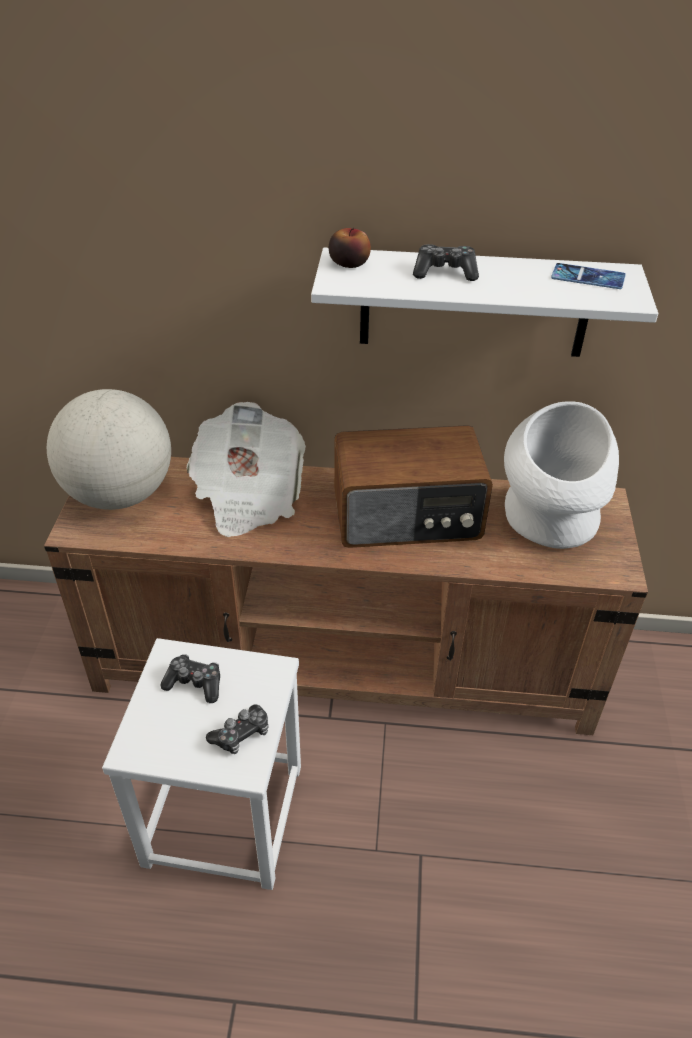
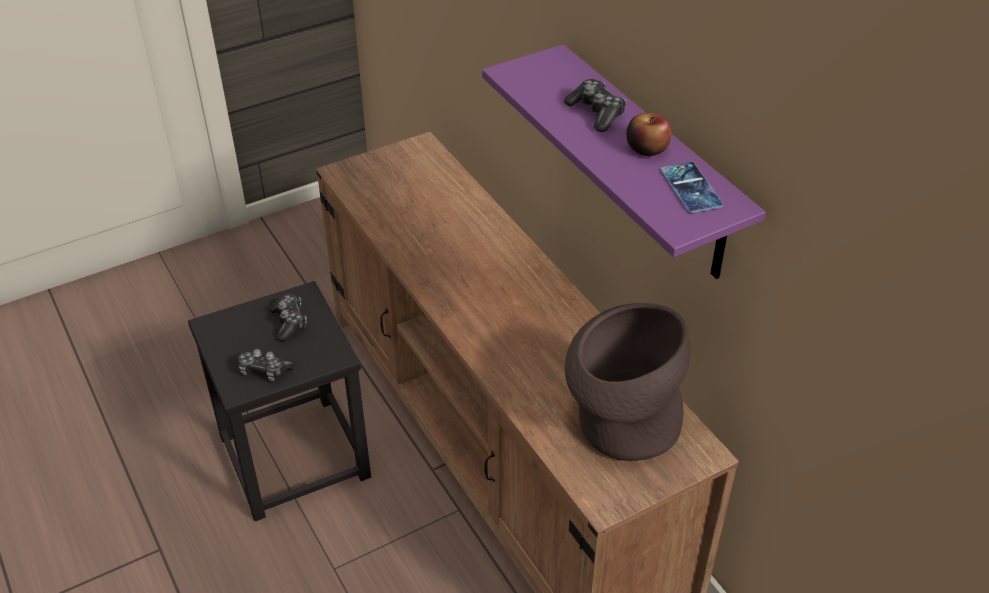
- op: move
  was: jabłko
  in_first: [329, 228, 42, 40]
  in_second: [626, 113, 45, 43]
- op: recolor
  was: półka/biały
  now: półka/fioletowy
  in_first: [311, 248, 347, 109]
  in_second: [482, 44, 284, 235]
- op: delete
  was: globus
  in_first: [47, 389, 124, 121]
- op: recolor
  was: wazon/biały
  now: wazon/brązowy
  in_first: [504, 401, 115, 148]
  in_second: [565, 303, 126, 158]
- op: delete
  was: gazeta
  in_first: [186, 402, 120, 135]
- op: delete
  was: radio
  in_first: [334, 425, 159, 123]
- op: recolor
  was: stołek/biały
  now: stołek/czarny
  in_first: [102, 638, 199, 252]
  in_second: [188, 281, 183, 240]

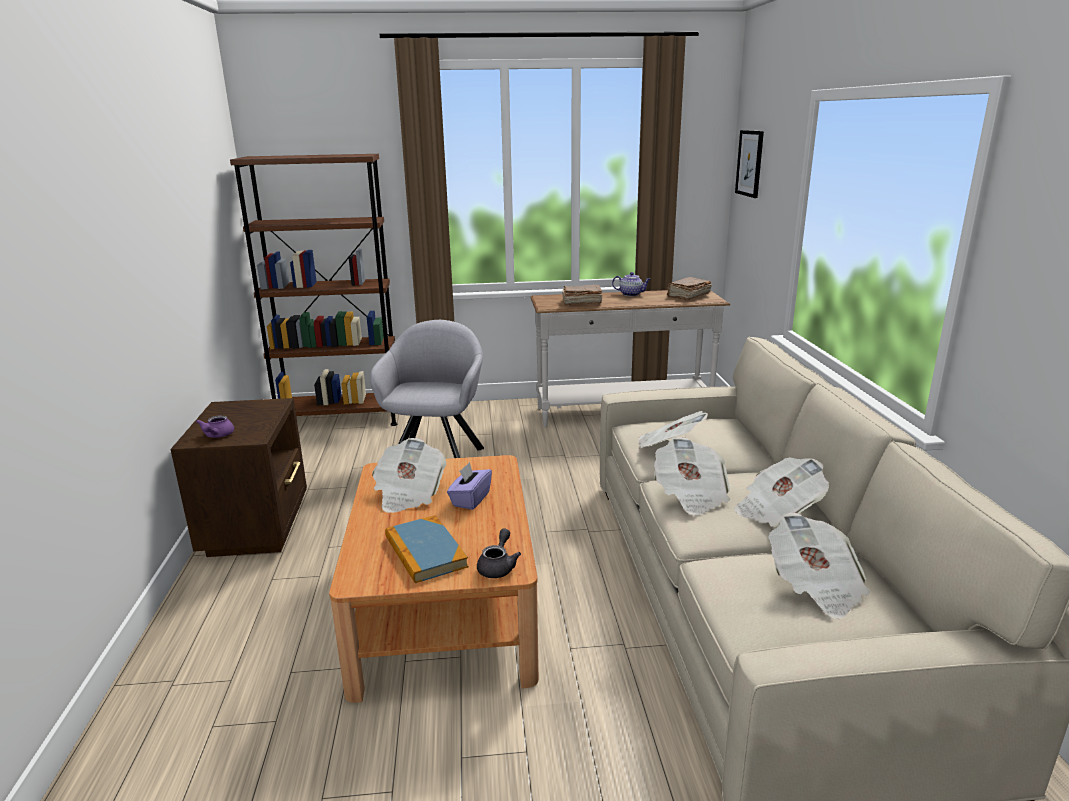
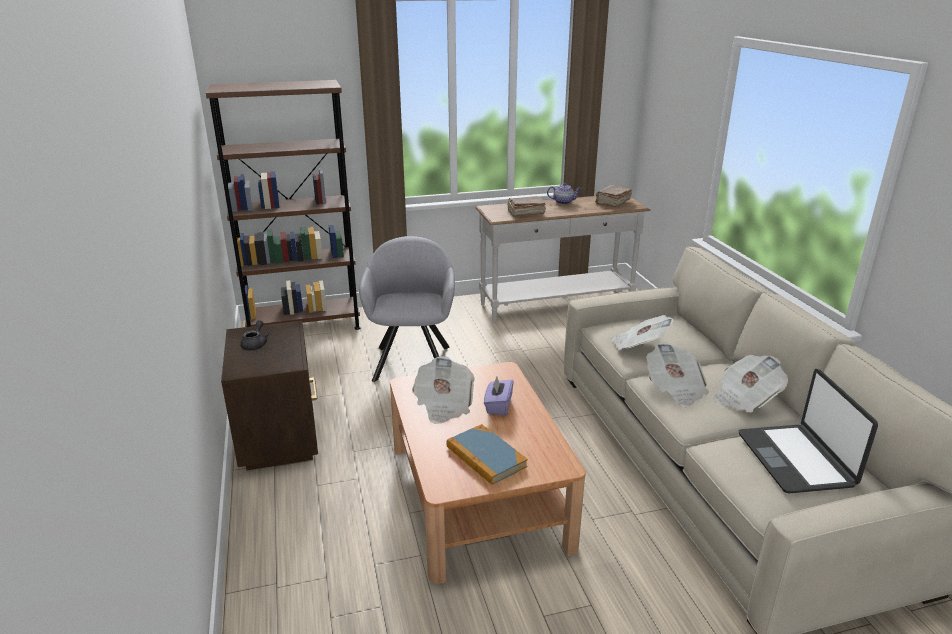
- op: delete
  was: obraz
  in_first: [735, 130, 29, 68]
- op: delete
  was: imbryk/fioletowy
  in_first: [196, 415, 38, 23]
- op: replace
  was: gazeta
  now: laptop
  in_first: [769, 512, 102, 108]
  in_second: [738, 369, 140, 124]
- op: move
  was: imbryk/szary
  in_first: [477, 529, 44, 49]
  in_second: [240, 320, 29, 31]

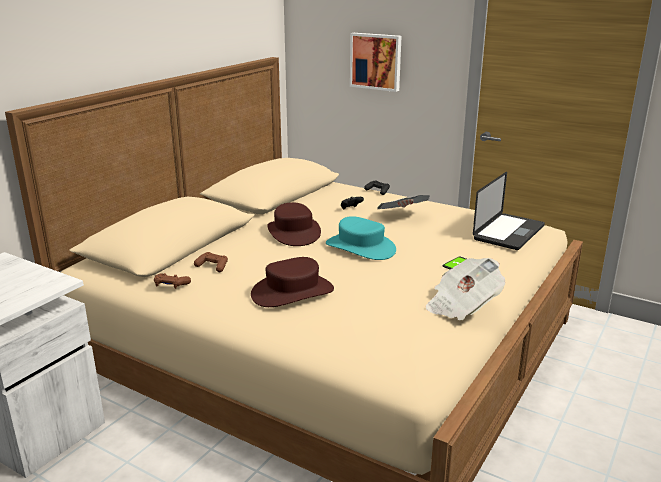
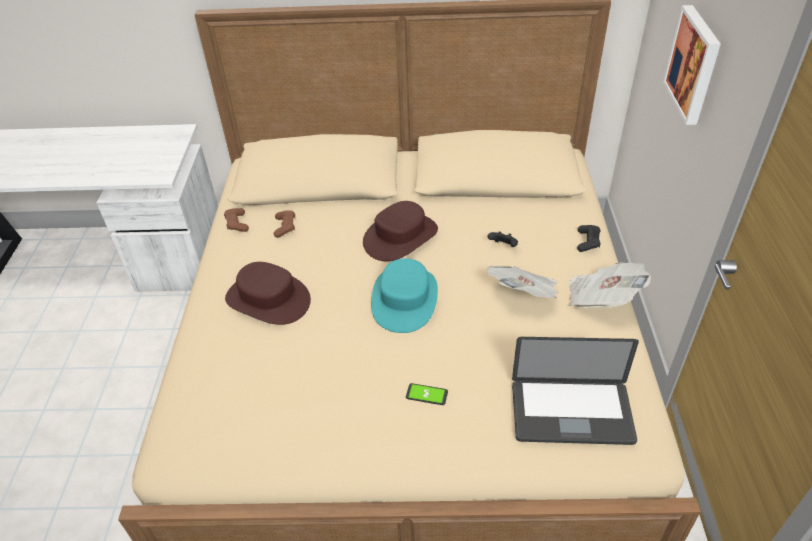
- op: move
  was: gazeta
  in_first: [425, 258, 80, 62]
  in_second: [569, 262, 82, 46]

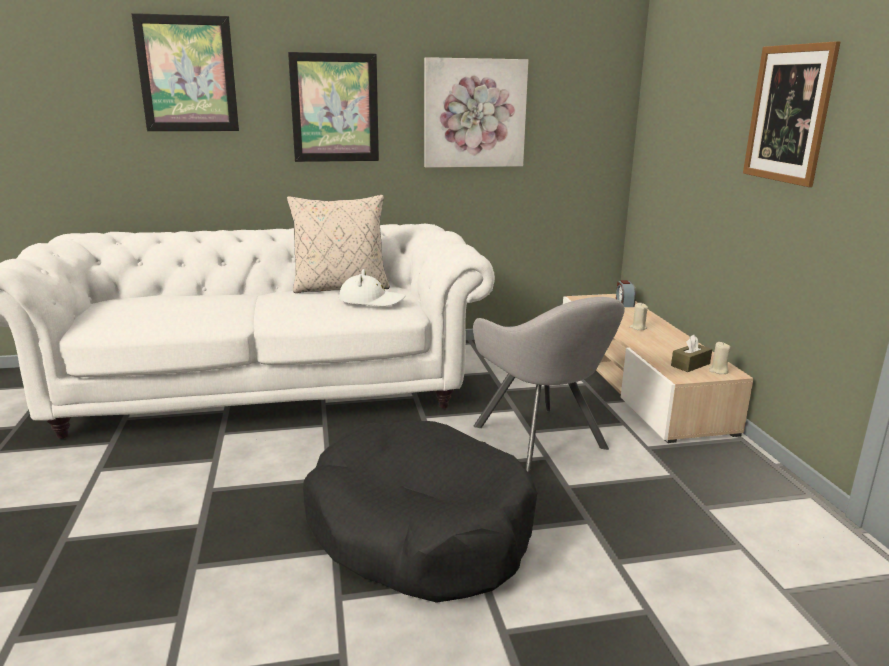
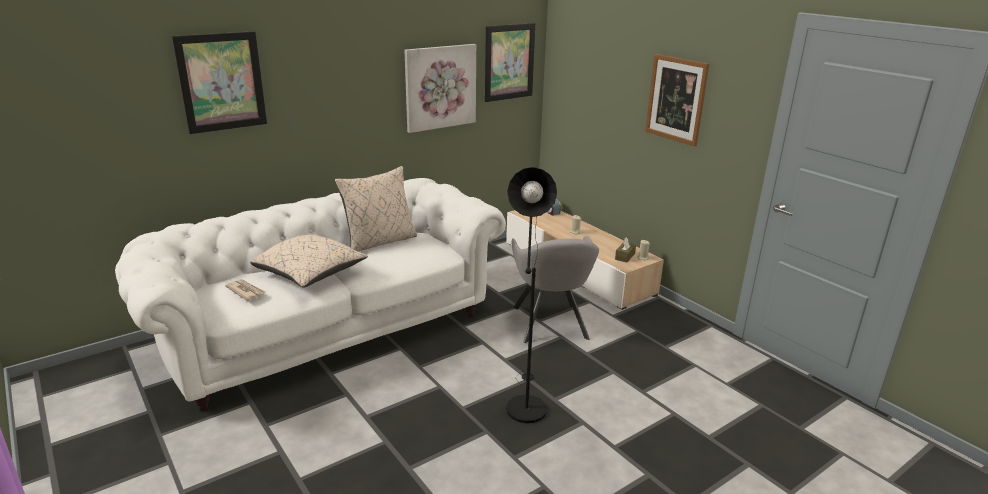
- op: move
  was: obraz
  in_first: [288, 52, 91, 110]
  in_second: [485, 23, 50, 79]
- op: delete
  was: kapelusz/biały
  in_first: [339, 269, 67, 37]
- op: rotate
  was: fotel/szary
  in_first: [473, 297, 152, 175]
  in_second: [512, 236, 87, 107]
  clockwise: 45
- op: replace
  was: legowisko/czarny
  now: lampa stojąca/czarny
  in_first: [303, 420, 234, 183]
  in_second: [506, 167, 51, 256]
- op: insert
  now: poduszka/beżowy
  in_second: [250, 234, 118, 54]
- op: insert
  now: gazeta
  in_second: [225, 279, 41, 22]

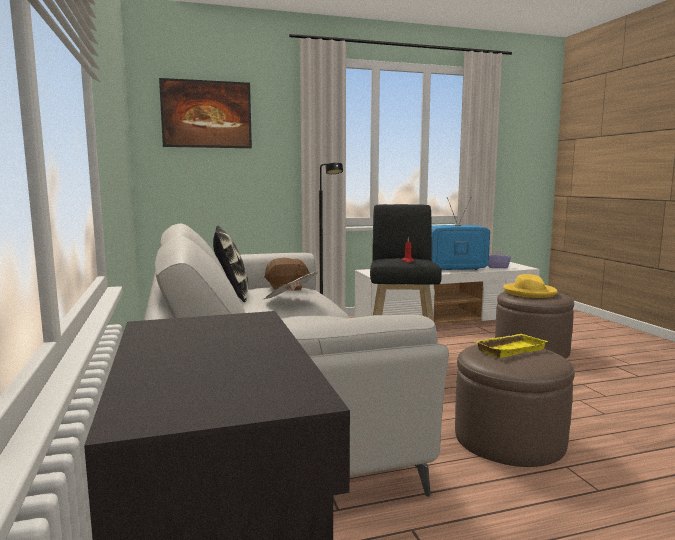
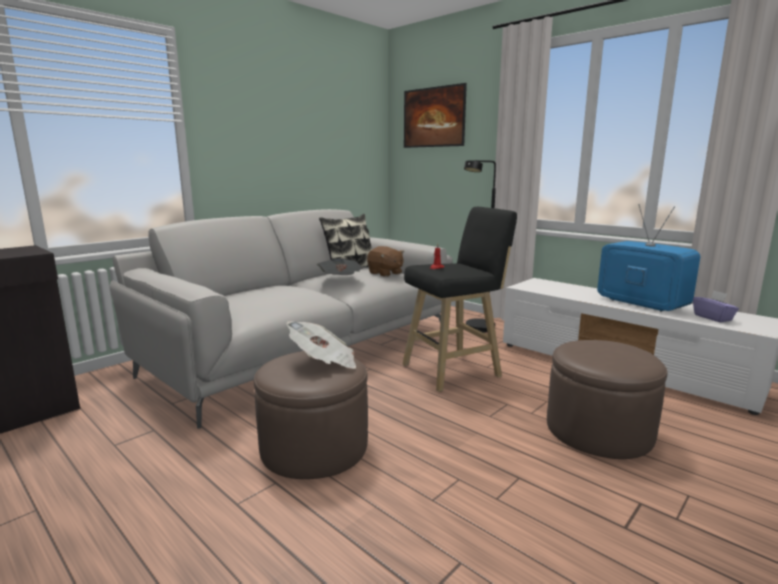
- op: delete
  was: kapelusz/żółty
  in_first: [503, 274, 54, 24]
- op: replace
  was: taca/żółty
  now: gazeta
  in_first: [475, 334, 73, 24]
  in_second: [286, 321, 70, 48]

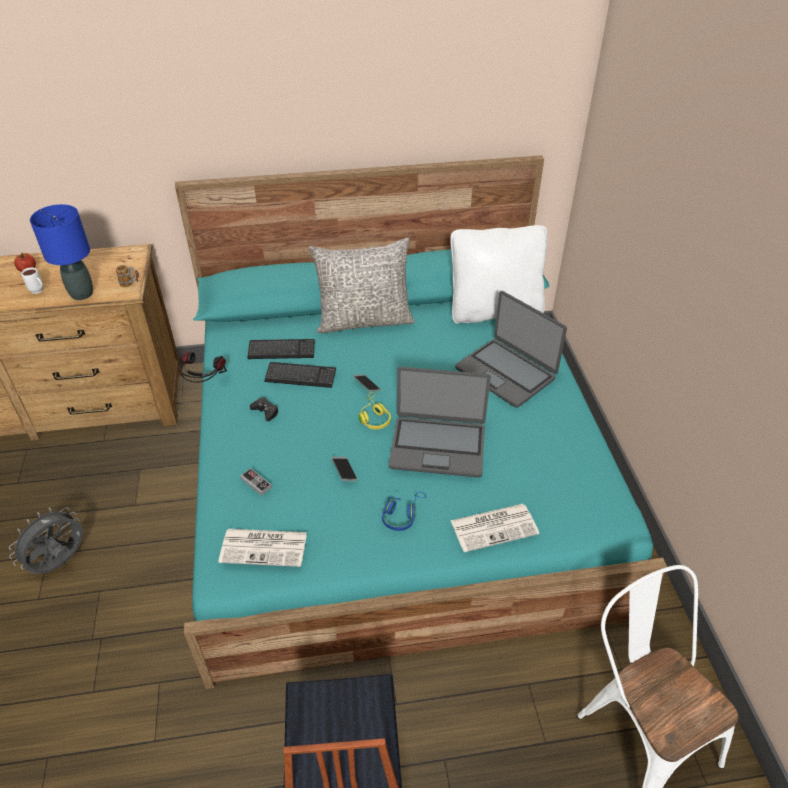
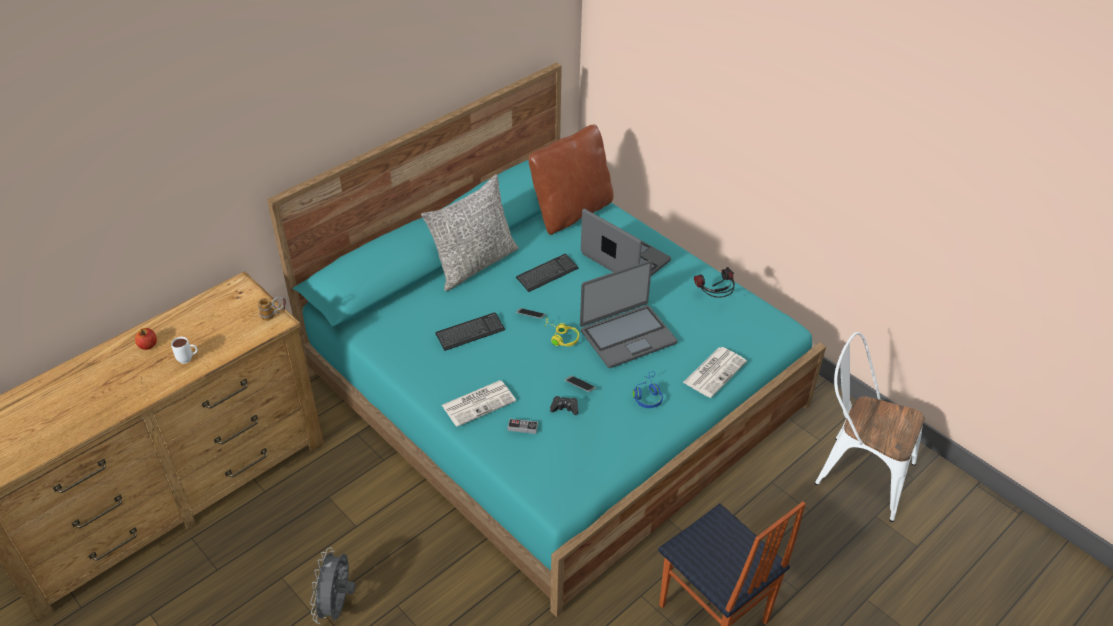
- op: delete
  was: lampa stołowa/niebieski
  in_first: [30, 204, 63, 96]
- op: recolor
  was: poduszka/biały
  now: poduszka/brązowy
  in_first: [450, 225, 97, 99]
  in_second: [529, 124, 84, 111]
- op: rotate
  was: laptop
  in_first: [455, 291, 112, 117]
  in_second: [581, 209, 90, 67]
  clockwise: -150
- op: move
  was: klawiatura
  in_first: [247, 339, 68, 20]
  in_second: [516, 254, 63, 38]
- op: move
  was: słuchawki
  in_first: [180, 351, 47, 32]
  in_second: [694, 267, 41, 31]
- op: move
  was: pad do gier/czarny
  in_first: [250, 397, 29, 24]
  in_second: [550, 396, 28, 19]
- op: move
  was: gazeta
  in_first: [218, 529, 89, 38]
  in_second: [442, 380, 74, 47]

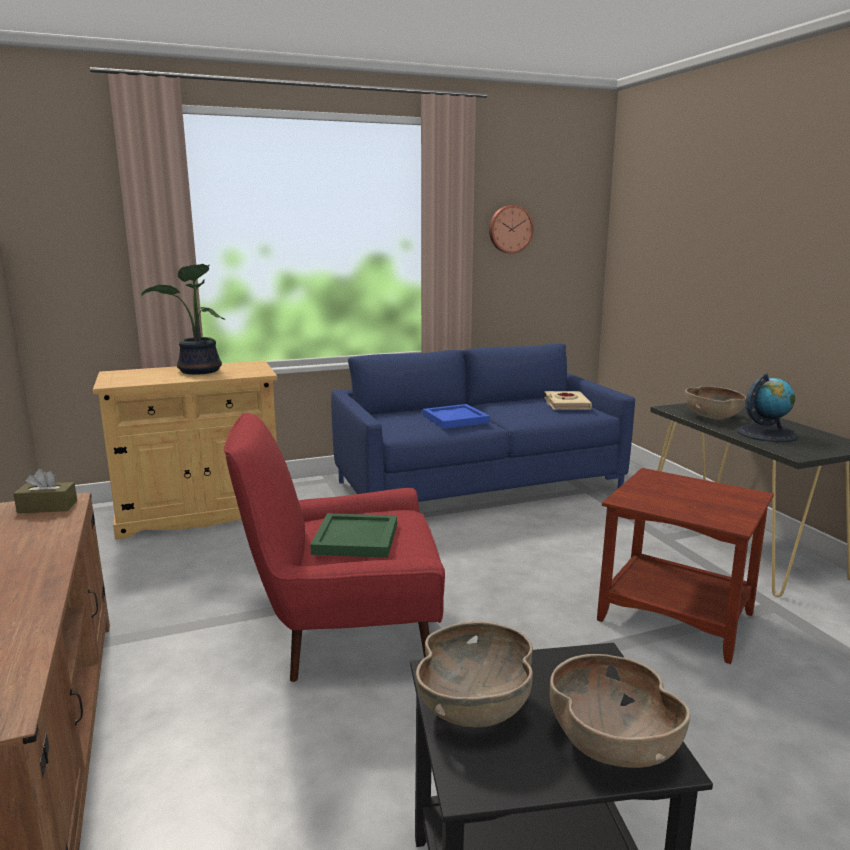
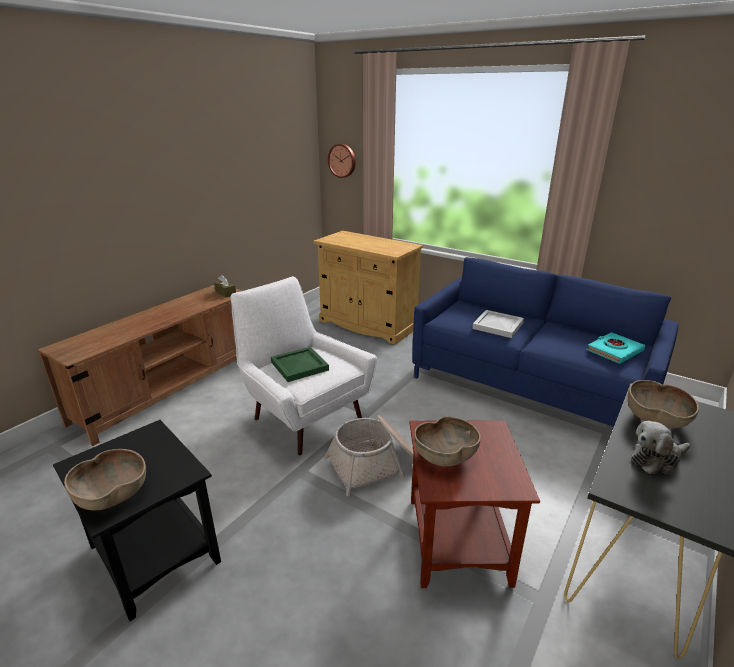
- op: move
  was: zegar ścienny
  in_first: [489, 205, 44, 48]
  in_second: [328, 144, 28, 34]
- op: delete
  was: roślina doniczkowa
  in_first: [141, 264, 84, 111]
- op: replace
  was: globus
  now: pluszak
  in_first: [737, 373, 62, 69]
  in_second: [631, 421, 60, 53]
- op: recolor
  was: książka/beżowy
  now: książka/turkusowy
  in_first: [544, 391, 48, 19]
  in_second: [586, 332, 59, 32]
- op: recolor
  was: taca/niebieski
  now: taca/biały
  in_first: [423, 404, 66, 25]
  in_second: [472, 310, 52, 28]
- op: recolor
  was: fotel/czerwony
  now: fotel/biały
  in_first: [224, 413, 221, 269]
  in_second: [231, 276, 146, 179]
- op: move
  was: miska/brązowy
  in_first: [416, 621, 117, 106]
  in_second: [414, 416, 67, 50]
- op: insert
  now: koszyk
  in_second: [325, 415, 89, 81]

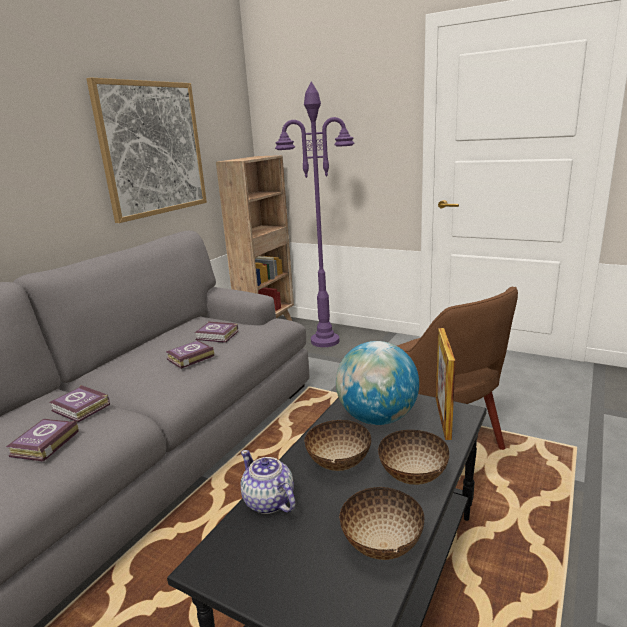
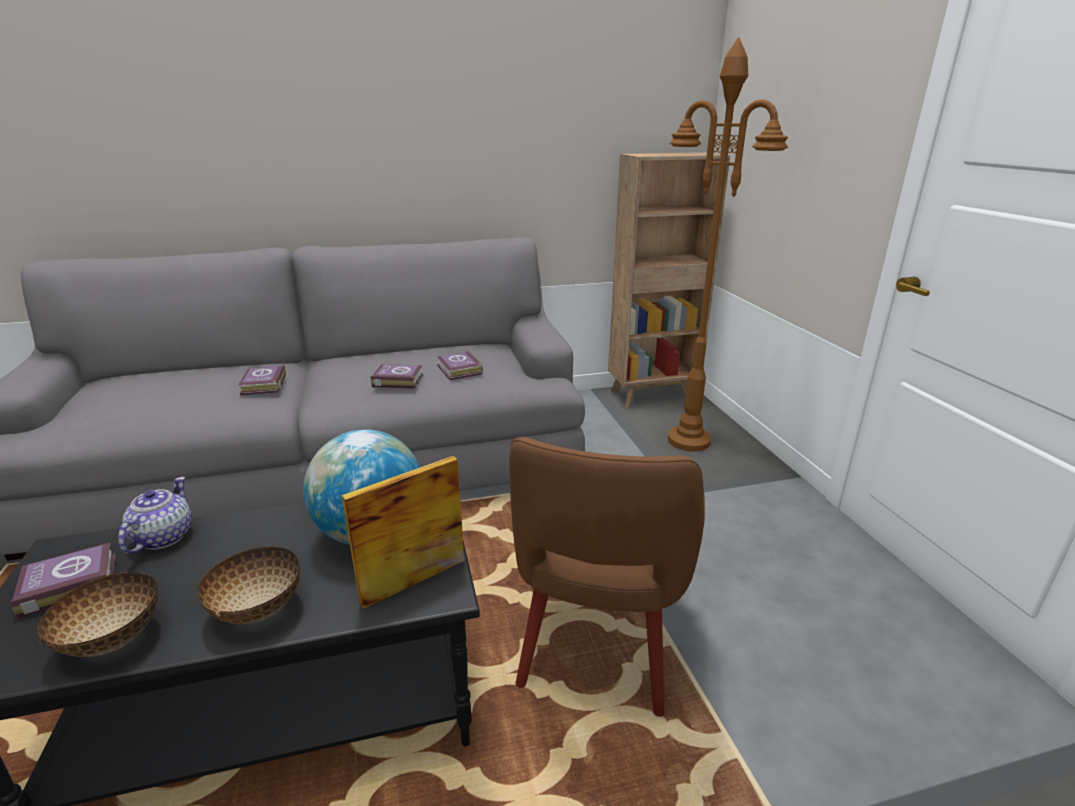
- op: delete
  was: obraz
  in_first: [86, 78, 121, 145]
- op: recolor
  was: lampa stojąca/fioletowy
  now: lampa stojąca/brązowy
  in_first: [275, 82, 80, 265]
  in_second: [668, 37, 120, 415]
- op: move
  was: książka
  in_first: [6, 419, 73, 43]
  in_second: [10, 542, 106, 76]
- op: delete
  was: miska
  in_first: [304, 420, 67, 51]

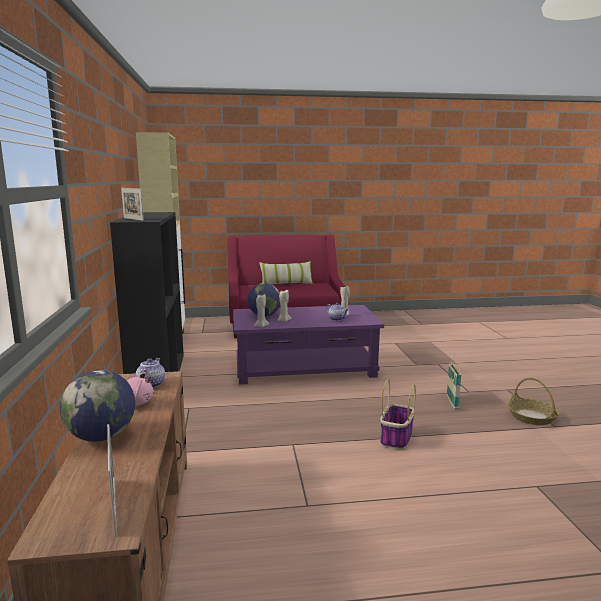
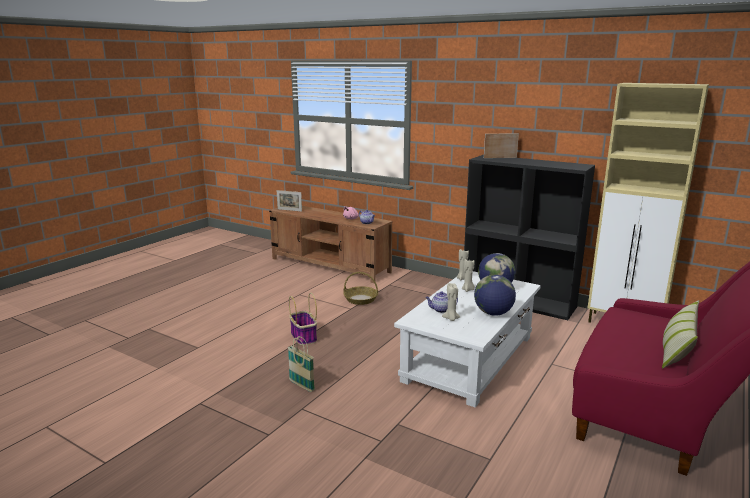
- op: recolor
  was: ława/fioletowy
  now: ława/biały
  in_first: [233, 305, 151, 79]
  in_second: [394, 271, 147, 137]
- op: move
  was: globus
  in_first: [60, 370, 75, 72]
  in_second: [474, 275, 42, 41]
- op: move
  was: koszyk
  in_first: [507, 378, 53, 47]
  in_second: [343, 272, 35, 33]

